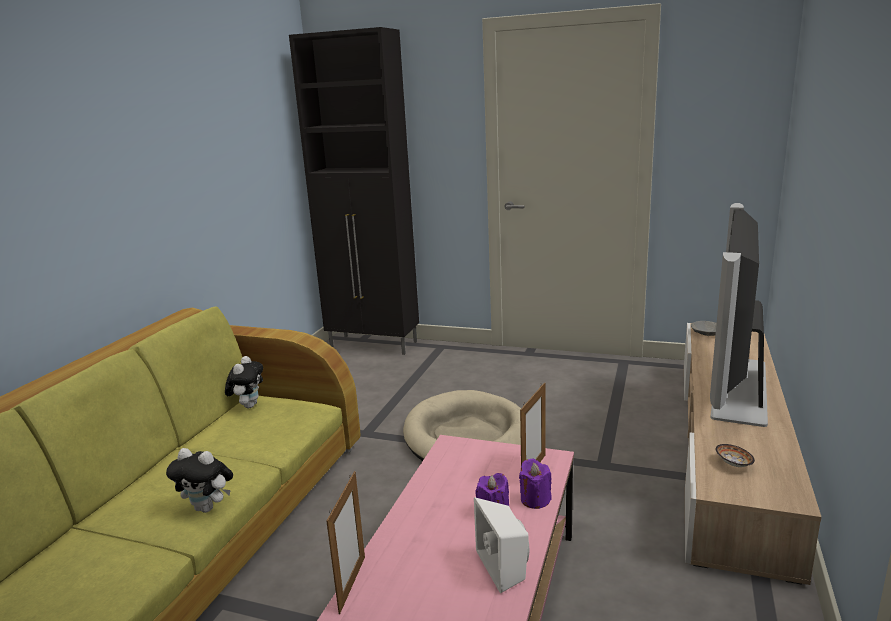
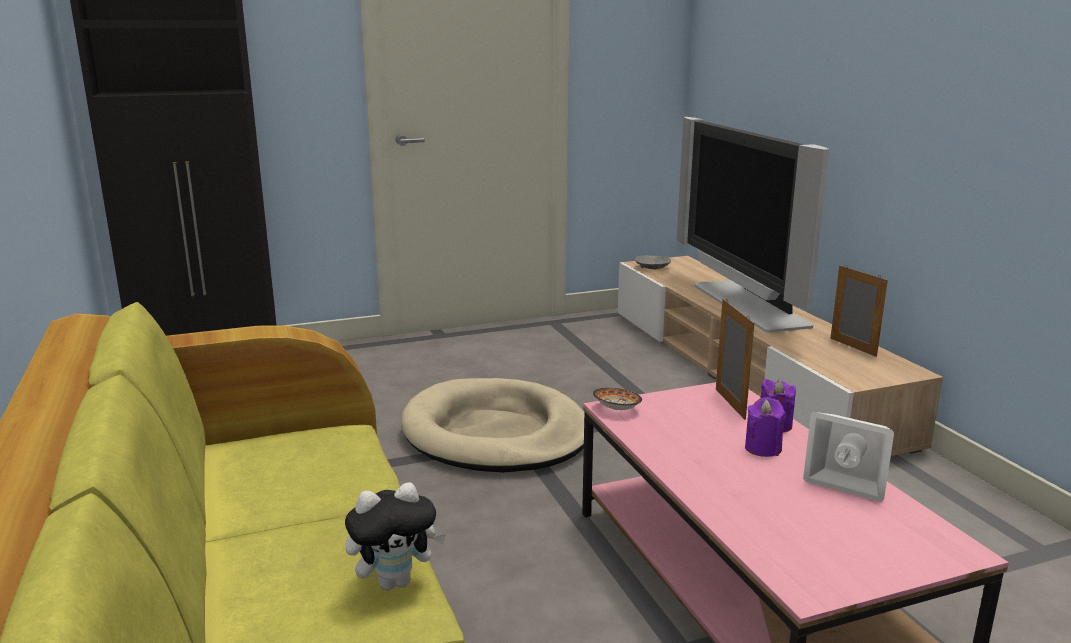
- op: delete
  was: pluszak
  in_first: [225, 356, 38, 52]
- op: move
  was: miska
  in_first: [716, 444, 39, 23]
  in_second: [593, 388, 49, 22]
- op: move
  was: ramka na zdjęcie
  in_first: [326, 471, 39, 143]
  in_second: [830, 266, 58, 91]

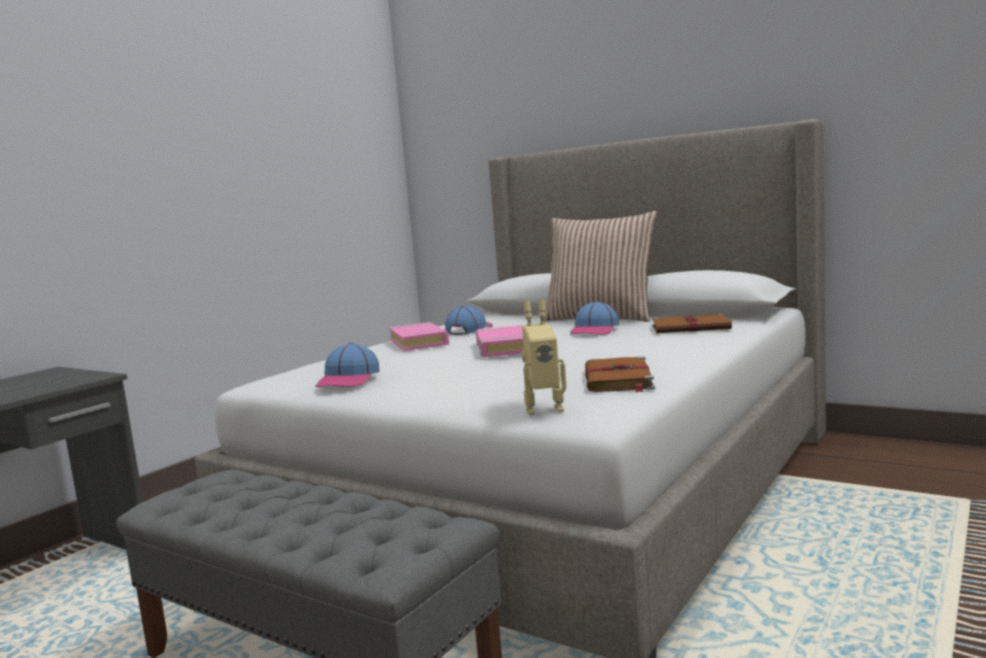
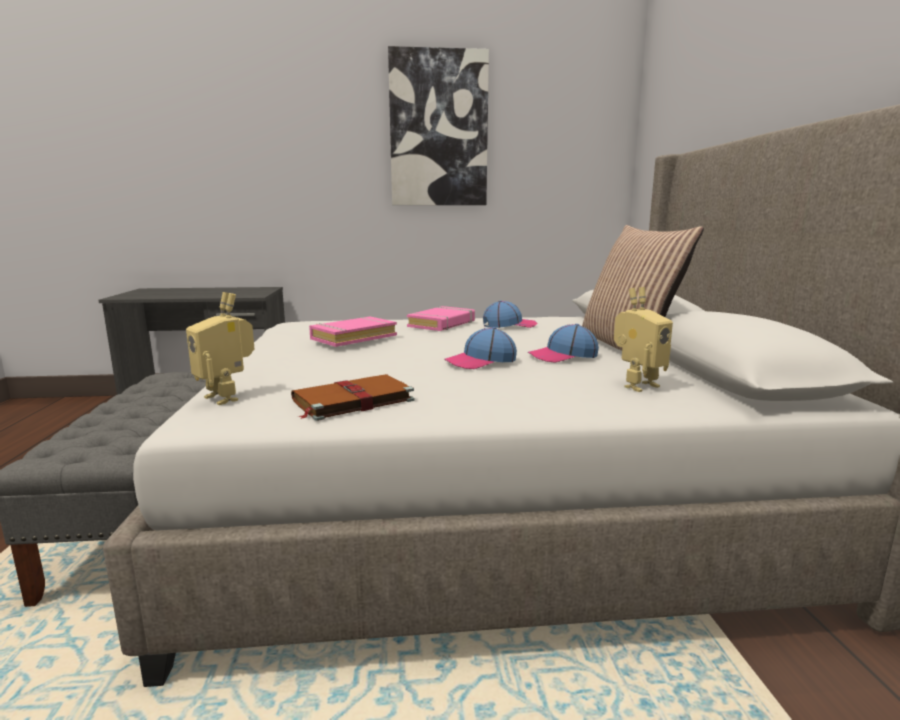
- op: replace
  was: książka/brązowy
  now: robot zabawkowy
  in_first: [652, 313, 80, 20]
  in_second: [614, 287, 59, 105]
- op: move
  was: książka/różowy
  in_first: [476, 325, 48, 32]
  in_second: [309, 317, 88, 30]
- op: move
  was: czapka z daszkiem
  in_first: [315, 343, 65, 44]
  in_second: [444, 327, 73, 42]
- op: insert
  now: obraz
  in_second: [388, 46, 101, 159]

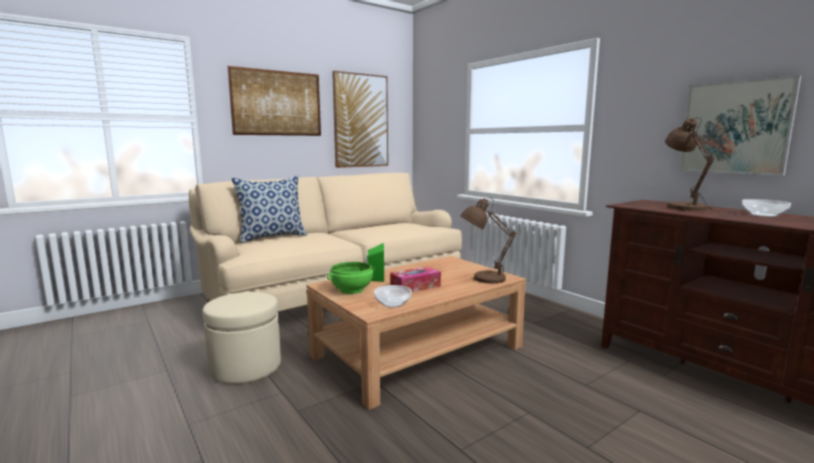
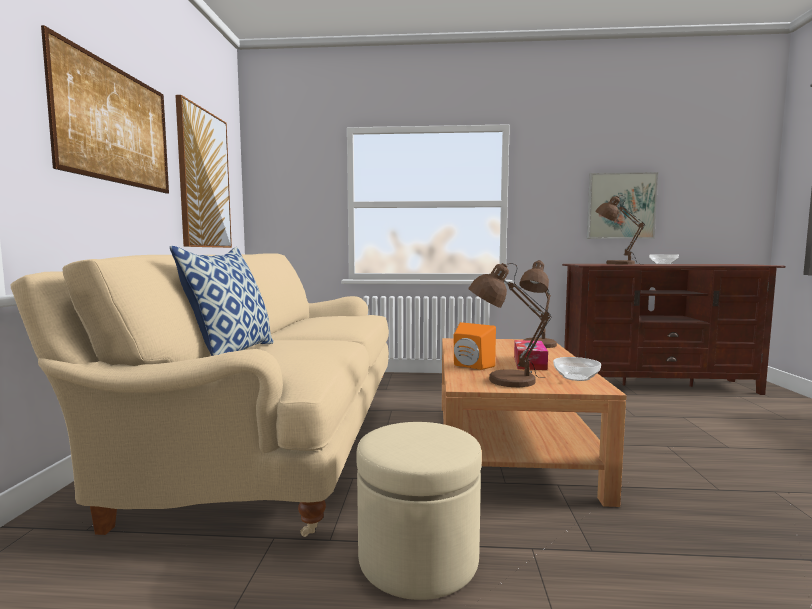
- op: recolor
  was: głośnik/zielony
  now: głośnik/pomarańczowy
  in_first: [366, 243, 18, 39]
  in_second: [454, 322, 42, 48]
- op: replace
  was: miska/zielony
  now: lampa stołowa/brązowy
  in_first: [327, 262, 48, 32]
  in_second: [468, 263, 84, 125]

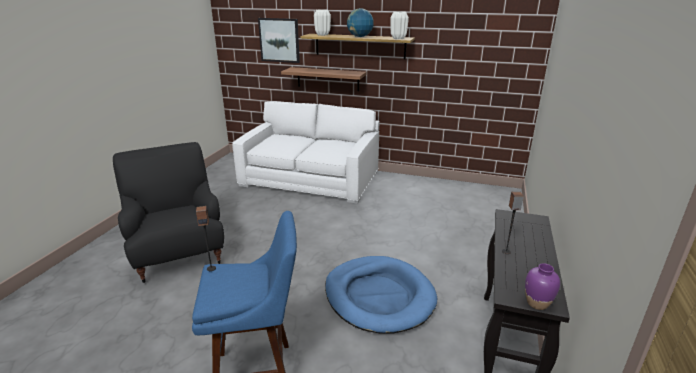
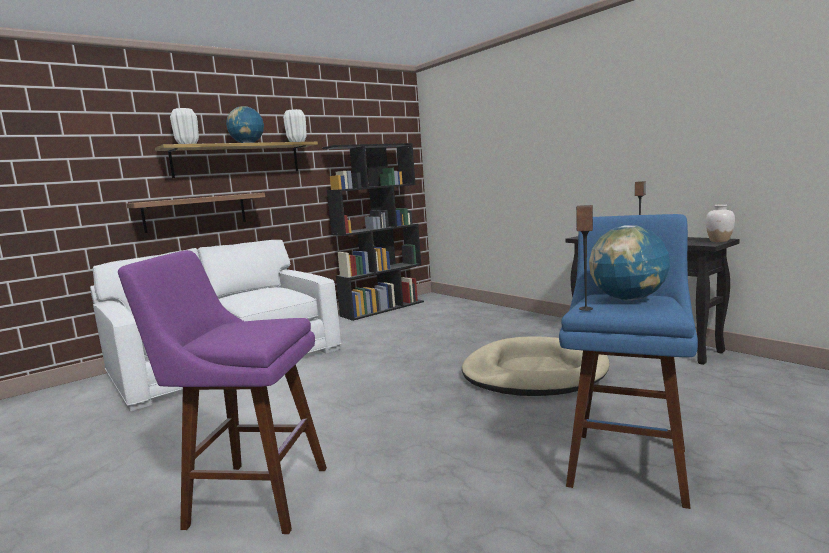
- op: delete
  was: obraz
  in_first: [258, 18, 42, 45]
- op: replace
  was: fotel/czarny
  now: stołek/fioletowy
  in_first: [113, 142, 111, 141]
  in_second: [118, 250, 209, 284]
- op: recolor
  was: legowisko/niebieski
  now: legowisko/beżowy
  in_first: [325, 256, 112, 78]
  in_second: [462, 337, 148, 59]
- op: recolor
  was: wazon/fioletowy
  now: wazon/biały
  in_first: [525, 263, 35, 47]
  in_second: [706, 204, 29, 38]
- op: insert
  now: regał/czarny
  in_second: [322, 143, 102, 178]
- op: insert
  now: globus
  in_second: [589, 226, 81, 74]

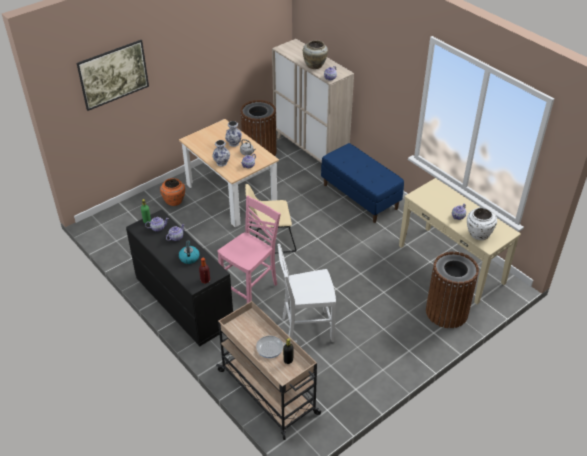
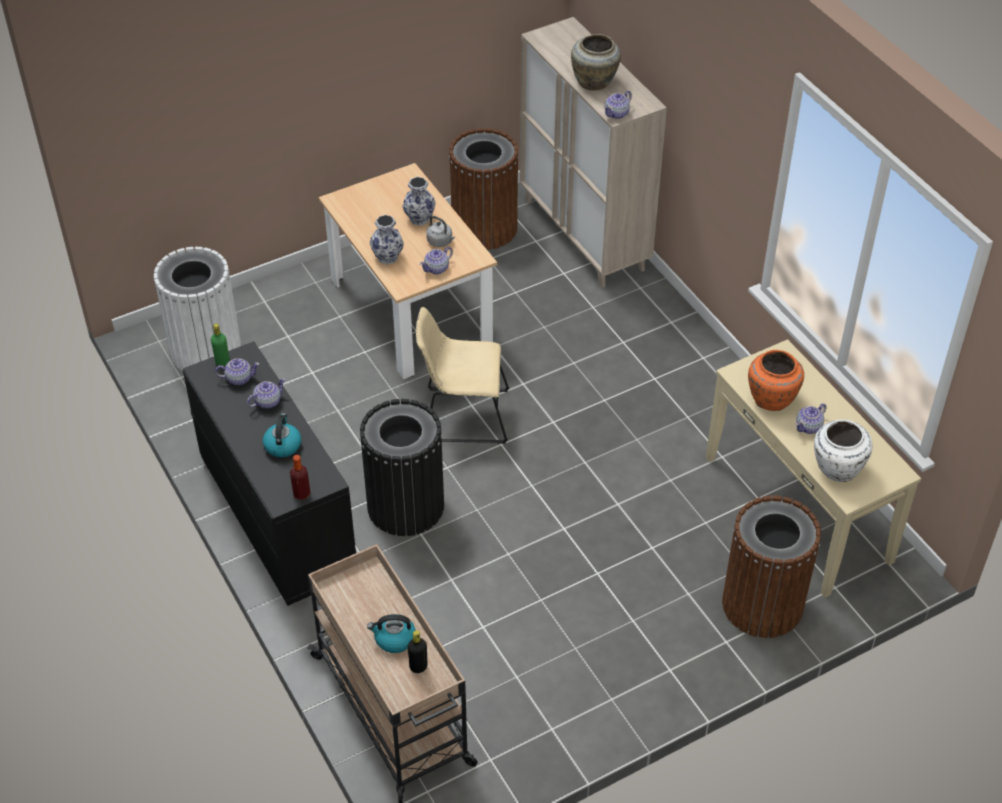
- op: delete
  was: obraz
  in_first: [77, 40, 72, 71]
- op: delete
  was: ławka/niebieski
  in_first: [321, 143, 83, 80]
- op: move
  was: wazon/pomarańczowy
  in_first: [160, 178, 25, 28]
  in_second: [748, 350, 56, 61]
- op: replace
  was: krzesło/różowy
  now: kosz na śmieci/czarny
  in_first: [217, 195, 64, 108]
  in_second: [360, 399, 84, 137]
- op: delete
  was: krzesło/biały
  in_first: [278, 244, 58, 98]
- op: replace
  was: patelnia
  now: czajnik
  in_first: [256, 336, 41, 22]
  in_second: [367, 614, 49, 39]
- op: insert
  now: kosz na śmieci/biały
  in_second: [154, 247, 87, 124]

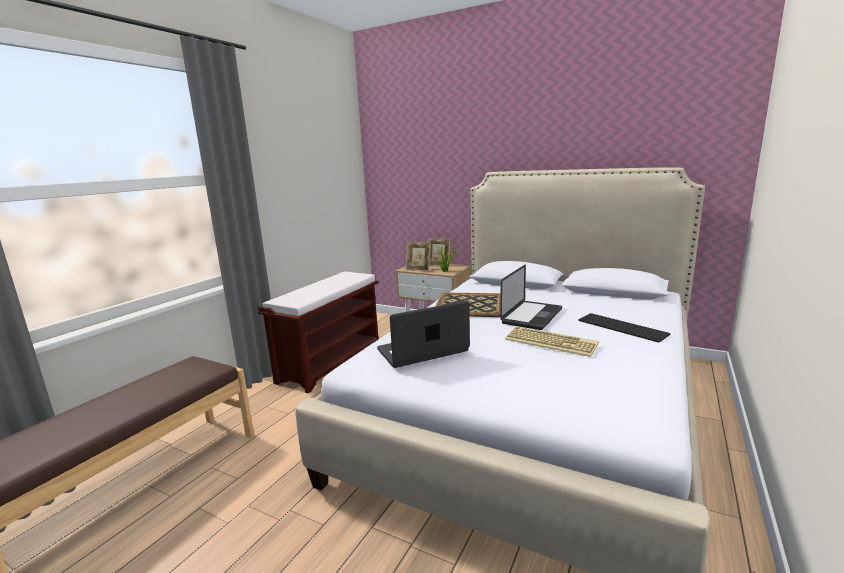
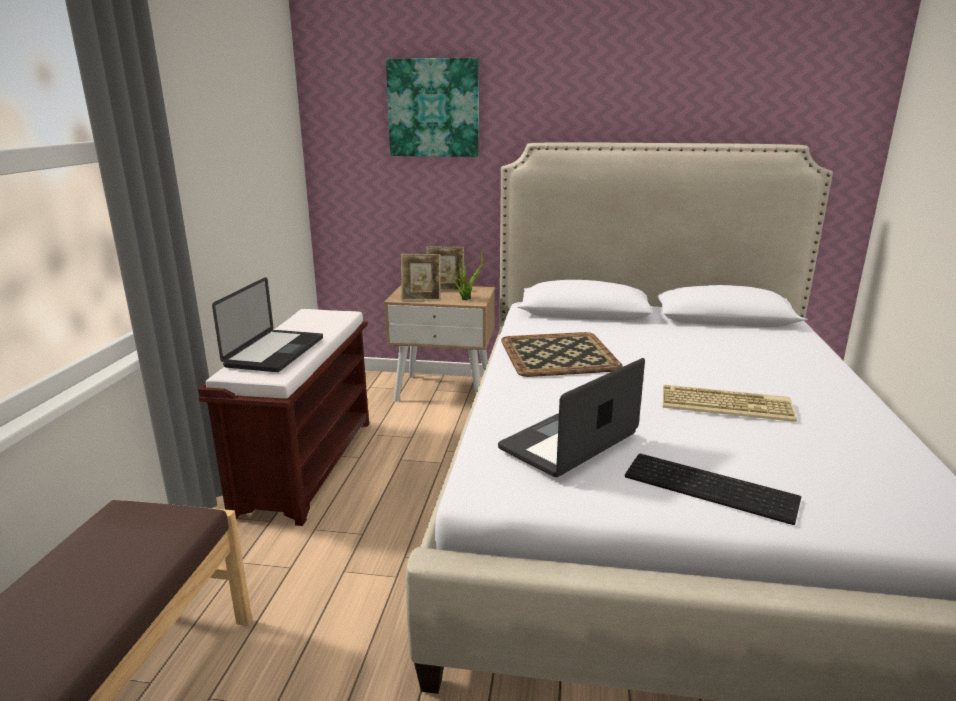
- op: move
  was: laptop
  in_first: [500, 265, 62, 65]
  in_second: [212, 277, 111, 95]
- op: move
  was: klawiatura
  in_first: [578, 313, 93, 30]
  in_second: [625, 454, 176, 71]
- op: insert
  now: obraz
  in_second: [386, 58, 93, 99]

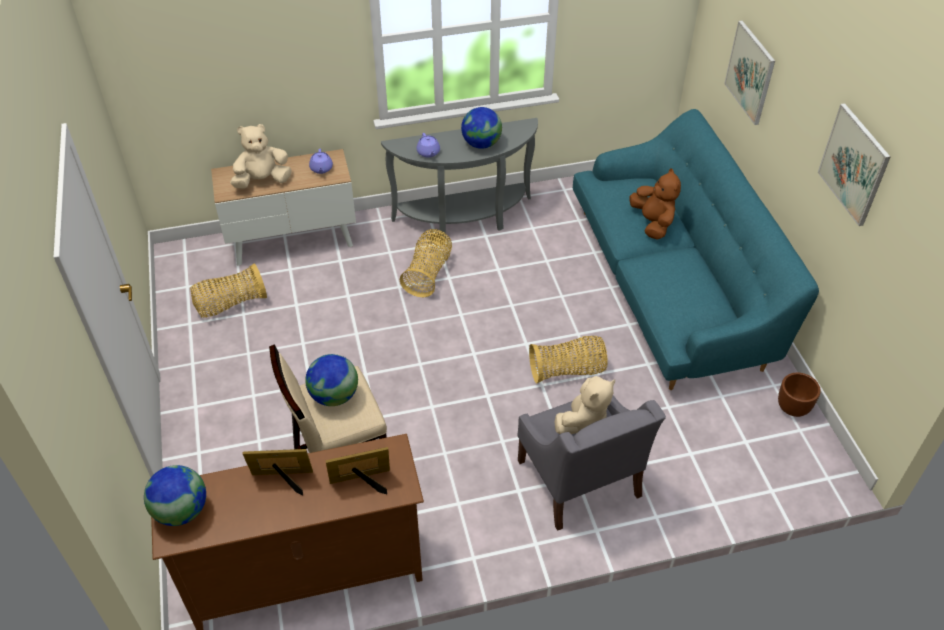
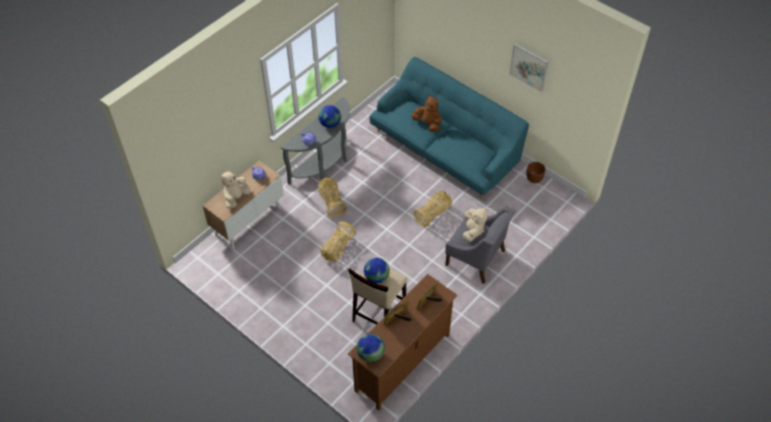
- op: delete
  was: obraz
  in_first: [724, 20, 51, 105]
- op: move
  was: koszyk
  in_first: [190, 263, 77, 55]
  in_second: [320, 221, 36, 41]

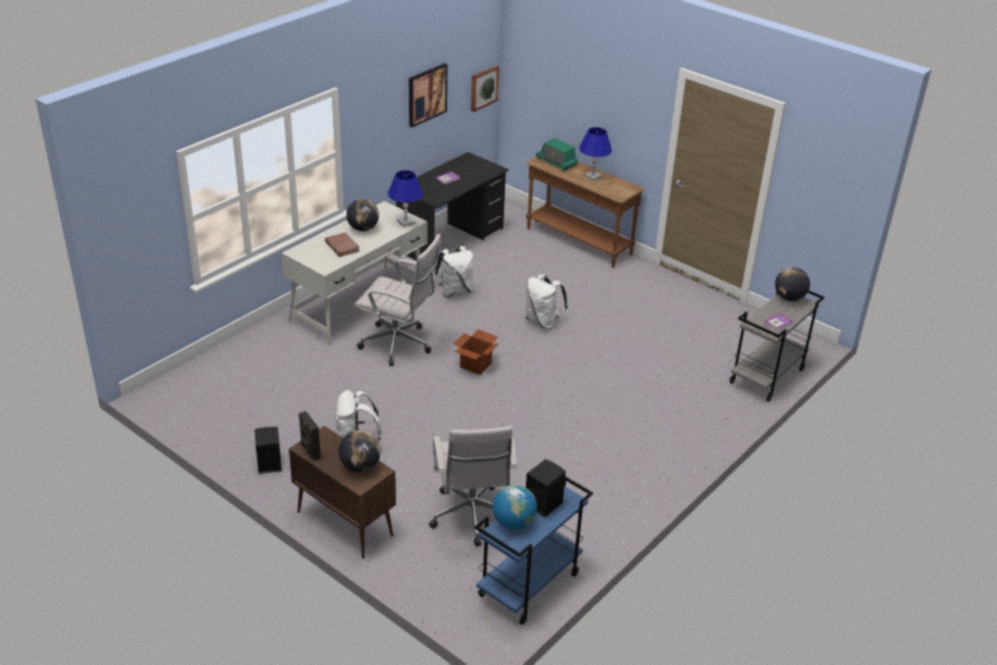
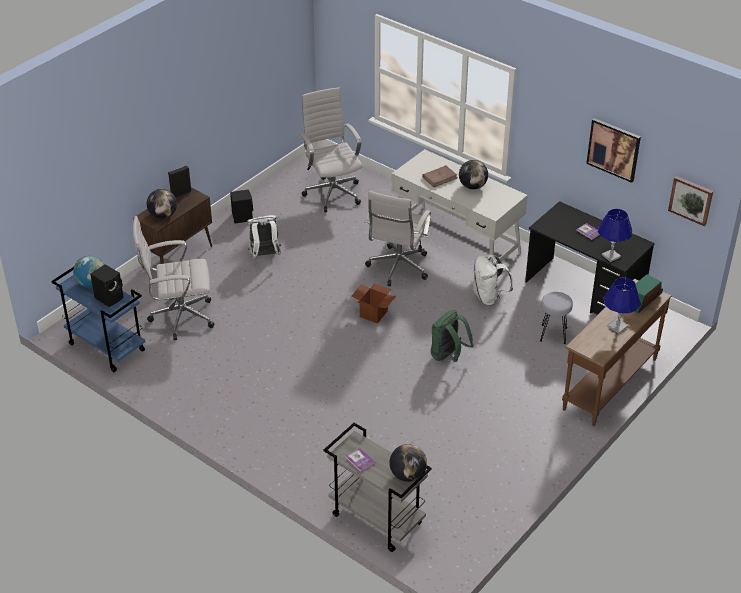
- op: move
  was: lampa stołowa/niebieski
  in_first: [388, 170, 35, 57]
  in_second: [598, 209, 34, 53]
- op: recolor
  was: plecak/biały
  now: plecak/zielony
  in_first: [525, 274, 43, 55]
  in_second: [431, 310, 43, 52]
- op: insert
  now: krzesło biurowe/biały
  in_second: [300, 87, 62, 125]
- op: insert
  now: stołek/szary
  in_second: [540, 292, 33, 52]

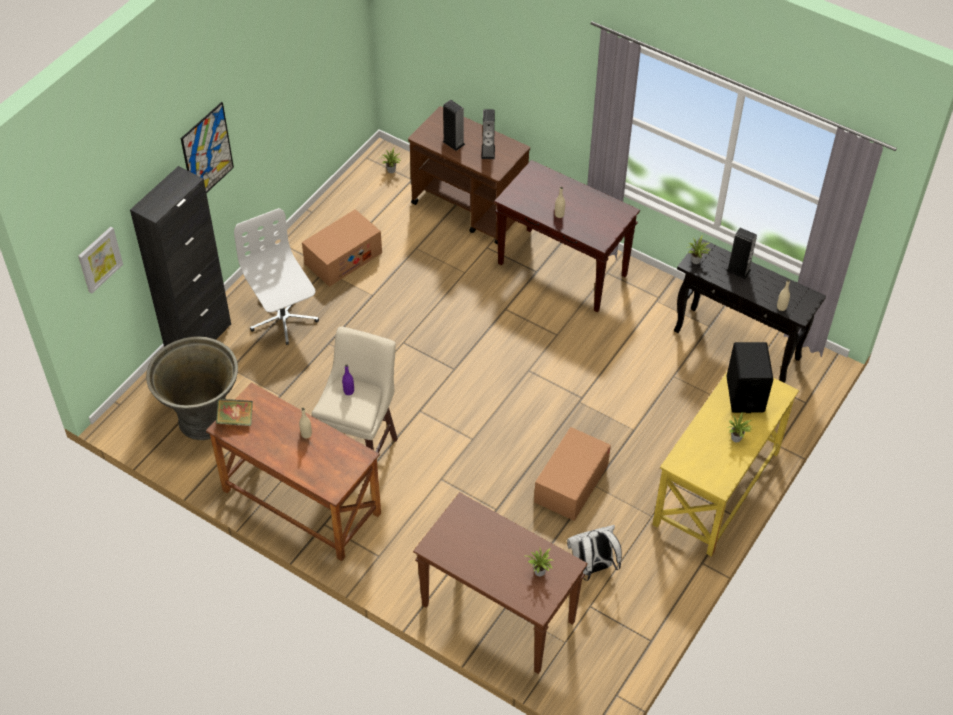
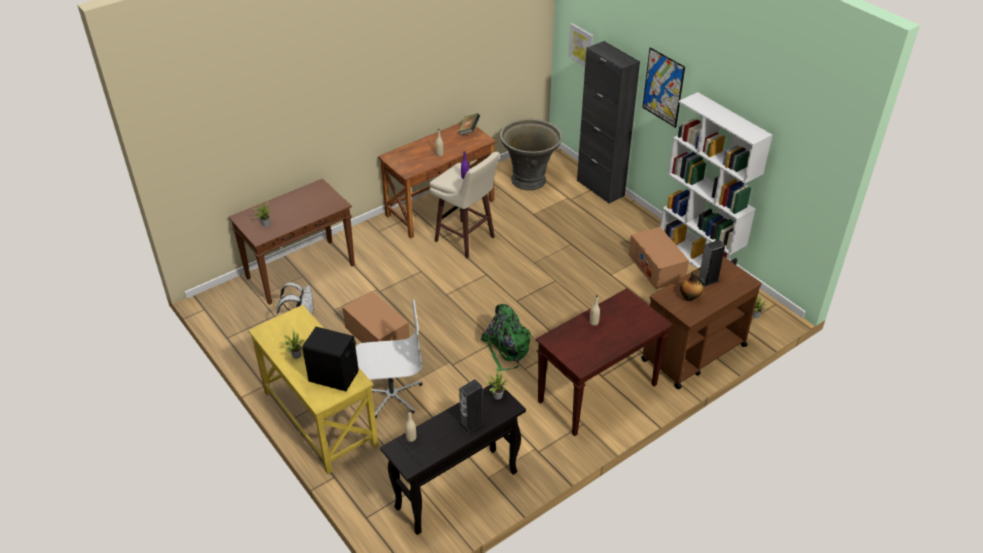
- op: replace
  was: głośnik
  now: butelka
  in_first: [481, 109, 14, 50]
  in_second: [680, 269, 23, 33]
- op: move
  was: krzesło biurowe/biały
  in_first: [234, 208, 85, 137]
  in_second: [356, 300, 67, 118]
- op: insert
  now: regał/biały
  in_second: [660, 92, 112, 177]
- op: insert
  now: plecak/zielony
  in_second: [481, 304, 52, 67]

